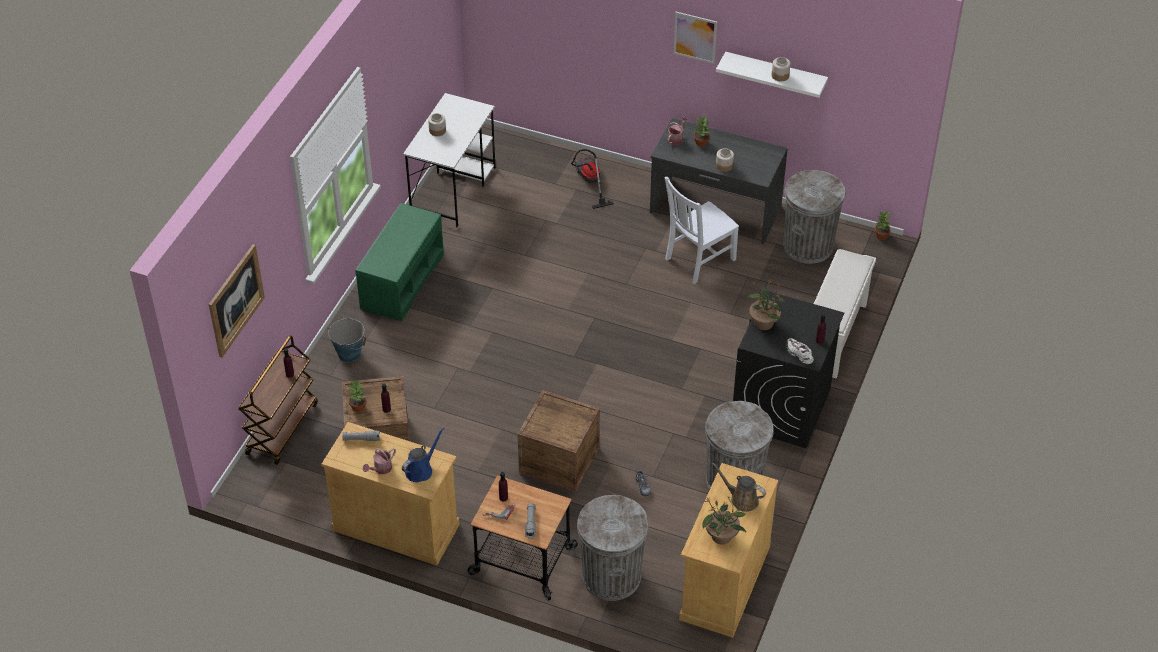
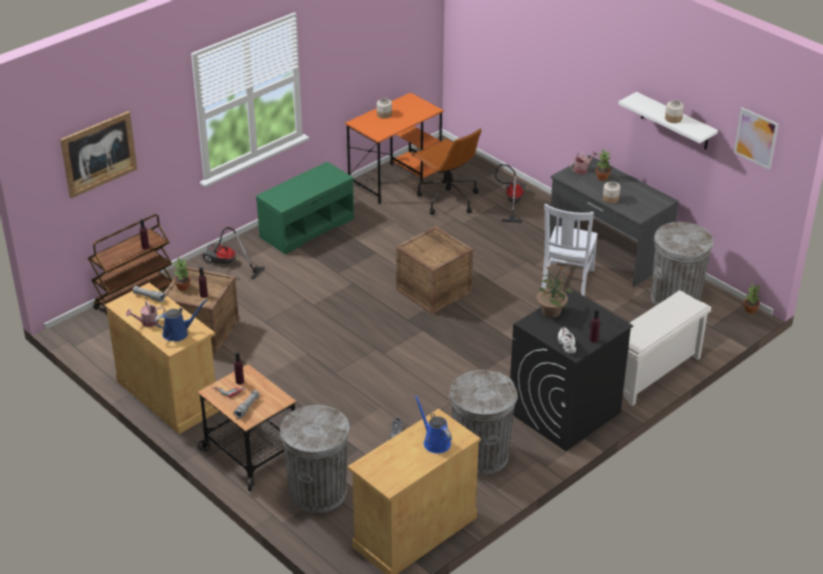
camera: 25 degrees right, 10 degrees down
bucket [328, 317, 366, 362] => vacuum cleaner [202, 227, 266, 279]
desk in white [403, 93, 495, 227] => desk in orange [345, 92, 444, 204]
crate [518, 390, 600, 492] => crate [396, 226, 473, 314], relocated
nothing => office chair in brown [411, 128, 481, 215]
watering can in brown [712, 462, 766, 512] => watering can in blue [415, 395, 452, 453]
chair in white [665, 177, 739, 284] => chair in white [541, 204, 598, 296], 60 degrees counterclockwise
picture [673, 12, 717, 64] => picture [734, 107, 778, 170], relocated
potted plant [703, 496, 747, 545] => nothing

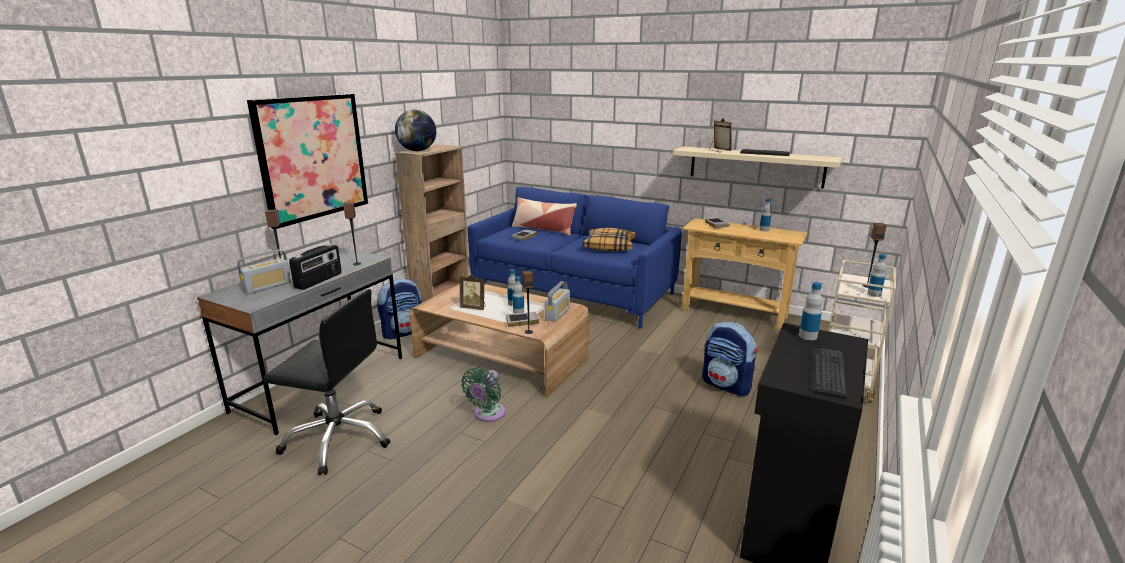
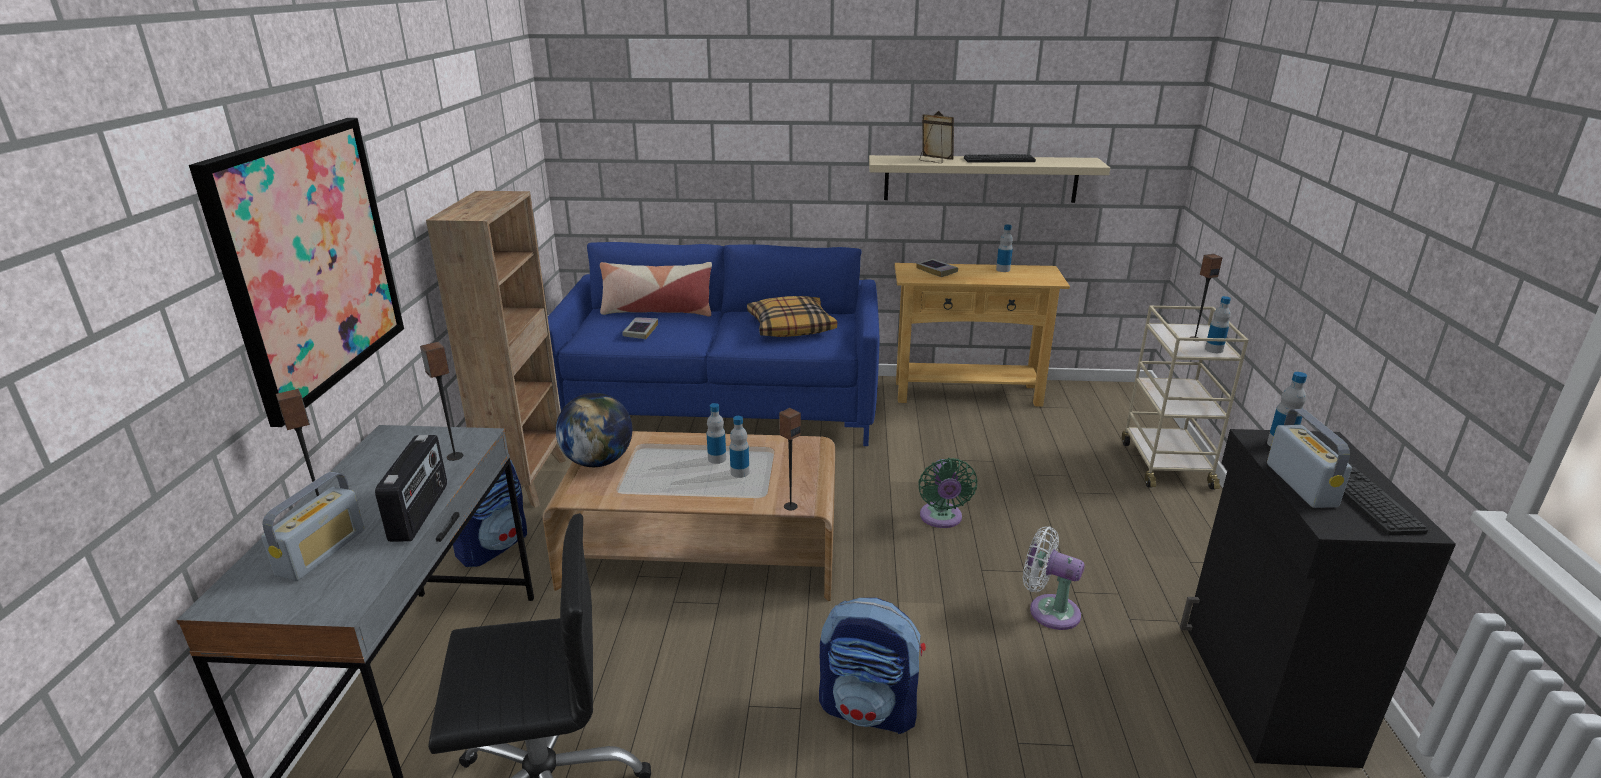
camera: 25 degrees left, 5 degrees up
globe [395, 110, 436, 151] => globe [556, 393, 632, 467], relocated
backpack [702, 322, 758, 396] => backpack [819, 598, 926, 734], relocated
fan in green [461, 368, 506, 422] => fan in green [918, 458, 977, 528], relocated
nothing => fan in white [1023, 526, 1085, 630]
radio [545, 281, 570, 322] => radio [1267, 409, 1352, 508], relocated
picture frame [460, 274, 486, 310] => nothing
book [506, 312, 539, 327] => nothing

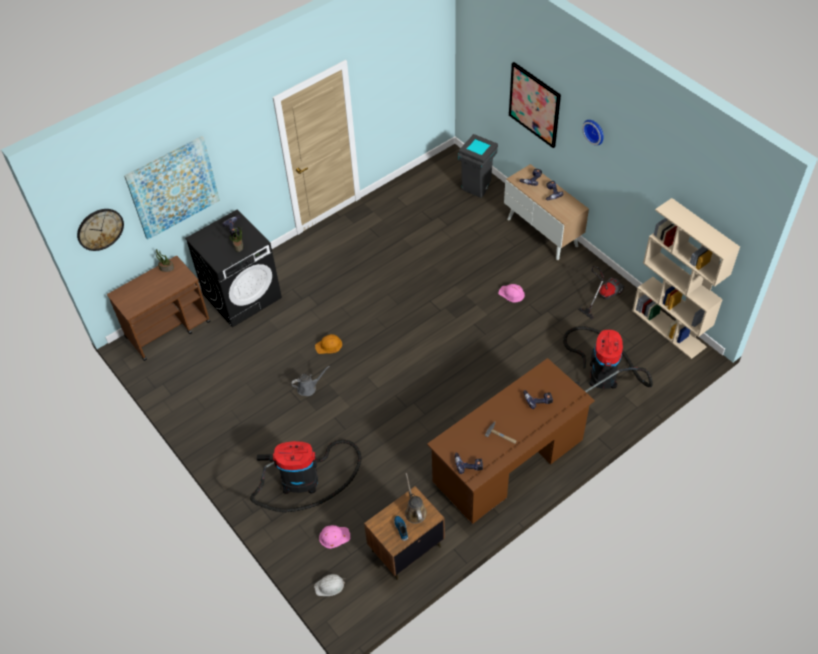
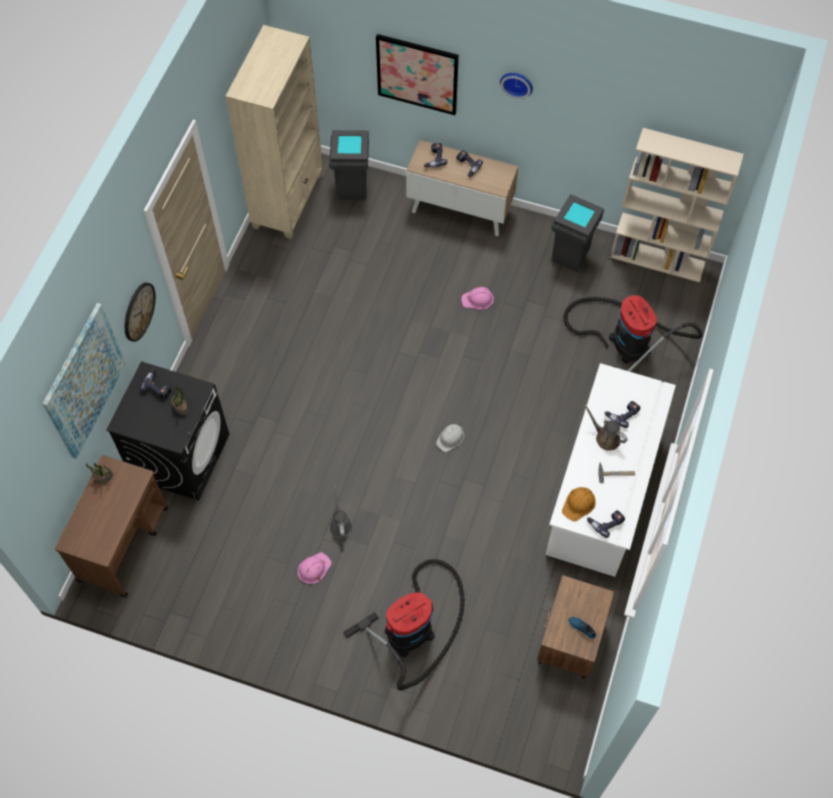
camera: 35 degrees left, 10 degrees up
wall clock [77, 209, 124, 251] => wall clock [125, 282, 156, 342], relocated
nothing => bookcase in beige [225, 25, 323, 239]
hard hat in pink [319, 525, 350, 549] => hard hat in pink [298, 553, 331, 584], relocated
watering can in grey [291, 366, 330, 396] => watering can in grey [329, 484, 353, 538], 45 degrees counterclockwise
hard hat in white [314, 574, 345, 596] => hard hat in white [436, 424, 464, 452], relocated
desk in brown [427, 358, 595, 524] => desk in white [545, 363, 676, 577]
vacuum cleaner [578, 266, 625, 319] => trash can in grey [551, 194, 604, 272]
hard hat in orange [315, 334, 342, 354] => hard hat in orange [562, 487, 596, 521], relocated
watering can in brown [405, 473, 427, 524] => watering can in brown [584, 404, 628, 451], relocated

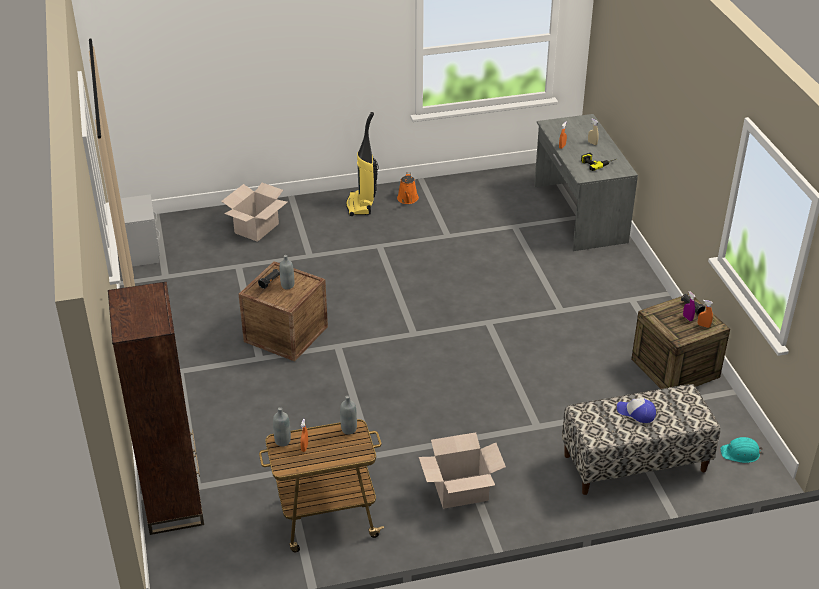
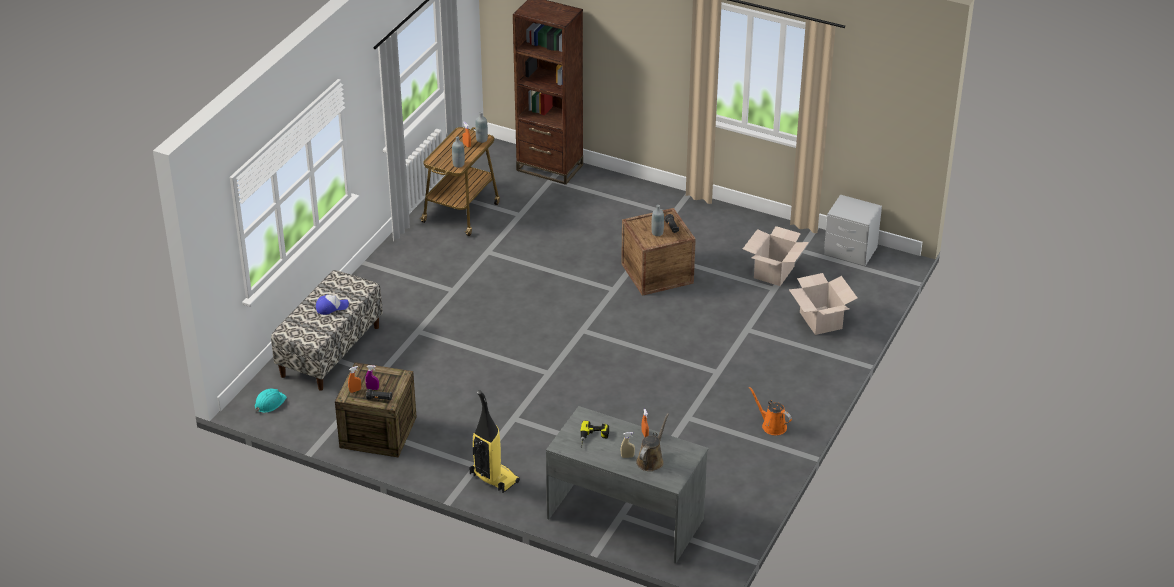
camera: 130 degrees right, 0 degrees up
vacuum cleaner [346, 112, 379, 216] => vacuum cleaner [470, 390, 520, 493], relocated
nothing => watering can in brown [636, 413, 669, 471]
cardboard box [419, 432, 506, 509] => cardboard box [743, 226, 809, 286], relocated

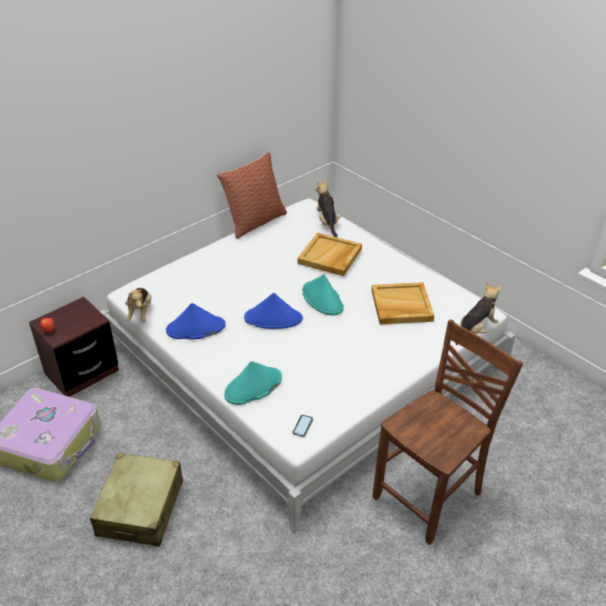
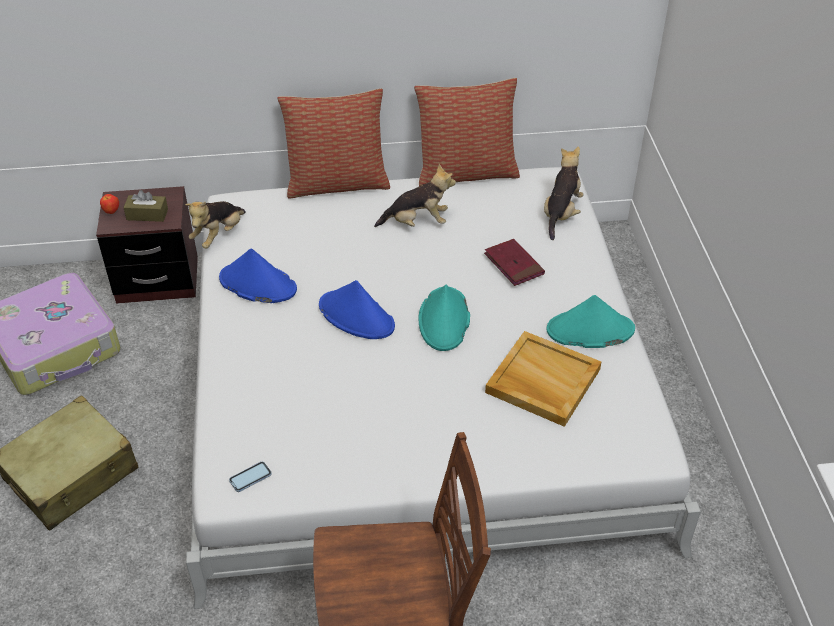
camera: 35 degrees right, 5 degrees up
nothing => tissue box in brown [123, 190, 168, 222]
nothing => pillow [277, 88, 390, 199]
plush toy [455, 283, 501, 345] => plush toy [374, 164, 456, 227], relocated
tray in beige [297, 233, 362, 276] => book in red [484, 239, 545, 286]
hat in turquoise [224, 361, 282, 405] => hat in turquoise [546, 295, 635, 348], relocated

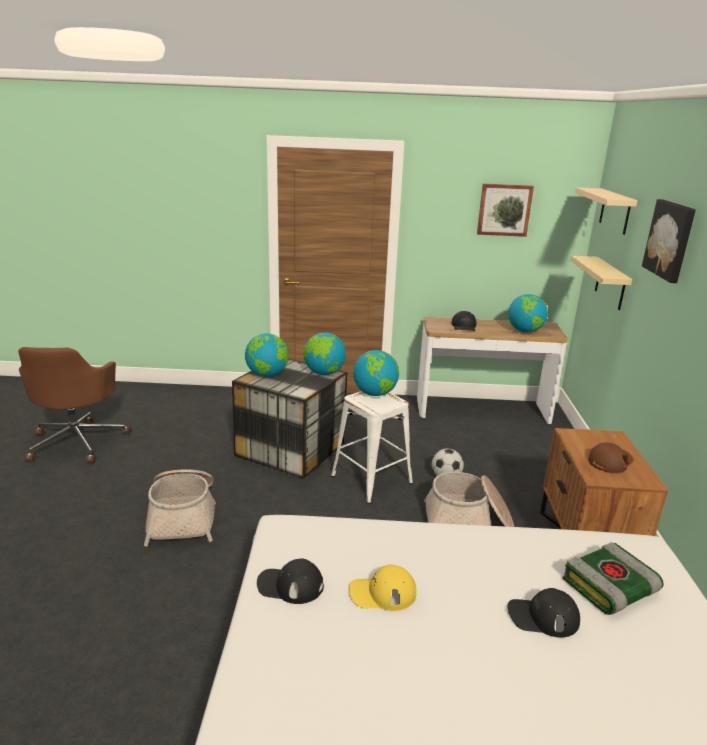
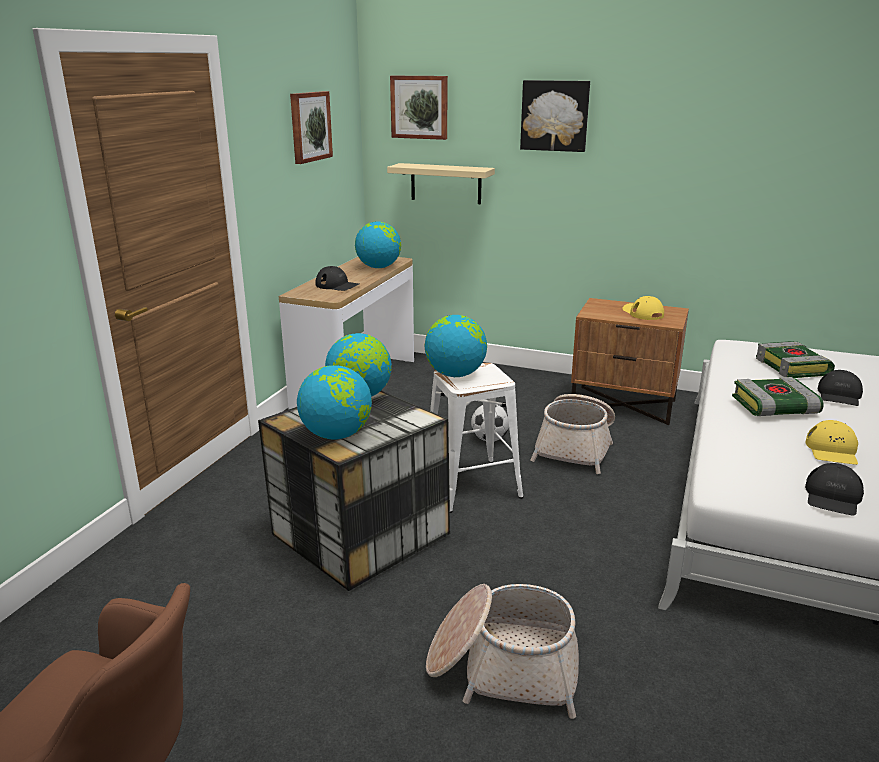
camera: 70 degrees left, 0 degrees up
shelf in beige [575, 187, 638, 235] => picture [390, 76, 448, 140]
cap in brown [588, 442, 633, 473] => cap in yellow [622, 296, 664, 320]
nothing => book [732, 377, 824, 416]

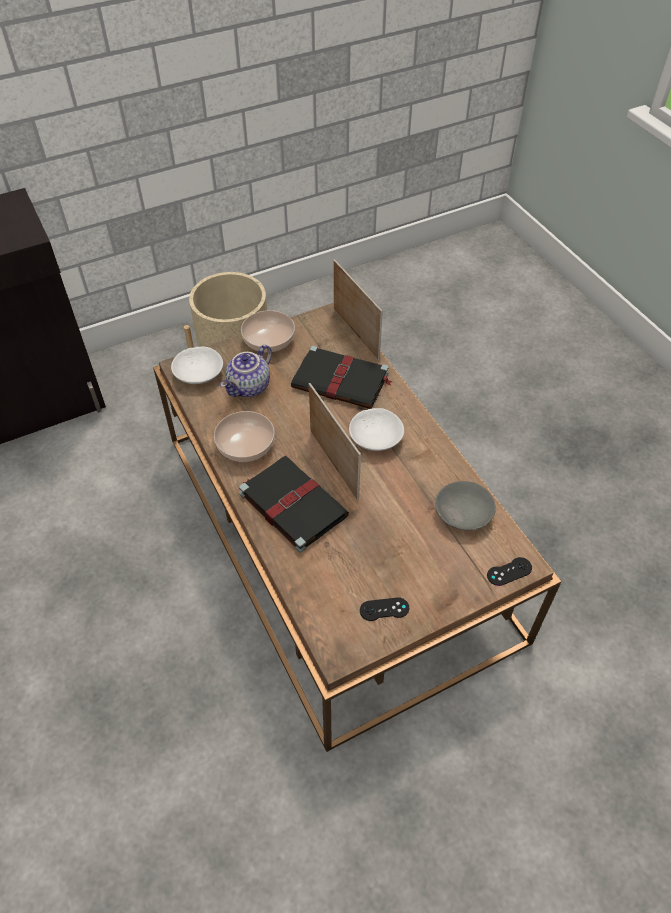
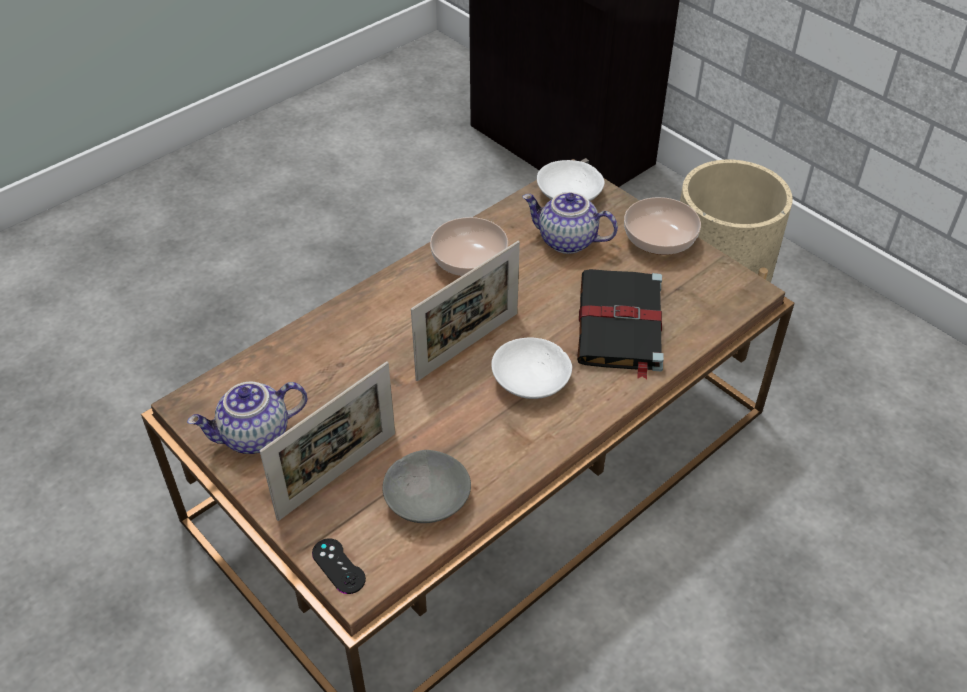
camera: 75 degrees right, 5 degrees down
game controller in black [360, 597, 409, 621] => teapot [187, 382, 307, 454]
picture frame [334, 259, 383, 360] => picture frame [260, 361, 395, 521], relocated
book in black [239, 456, 349, 553] => nothing

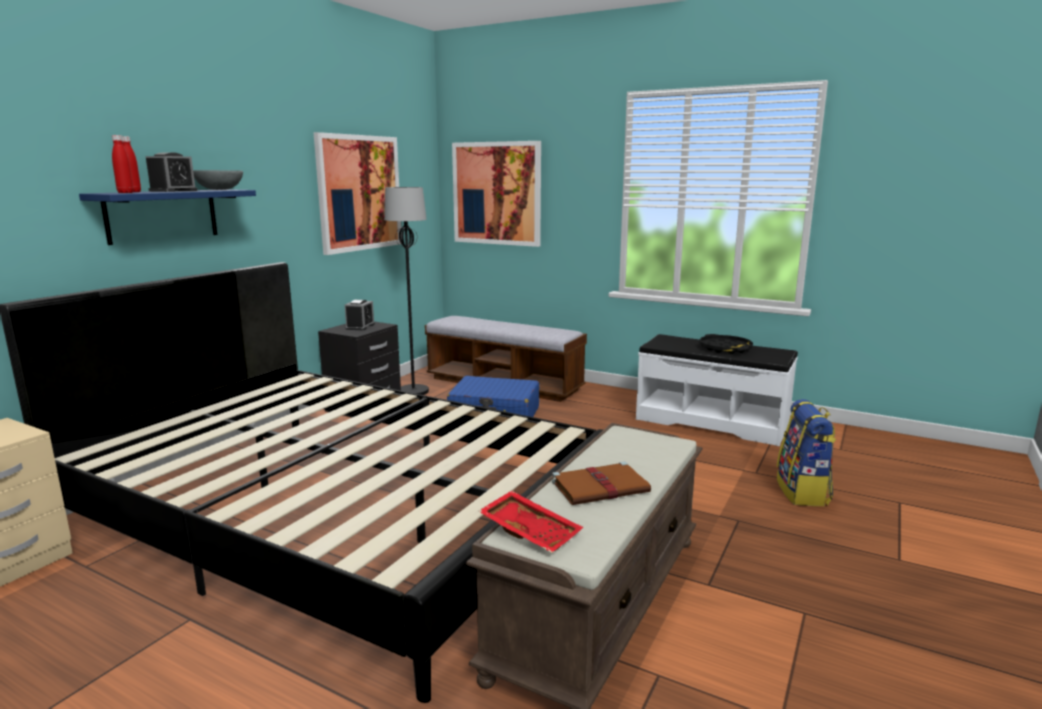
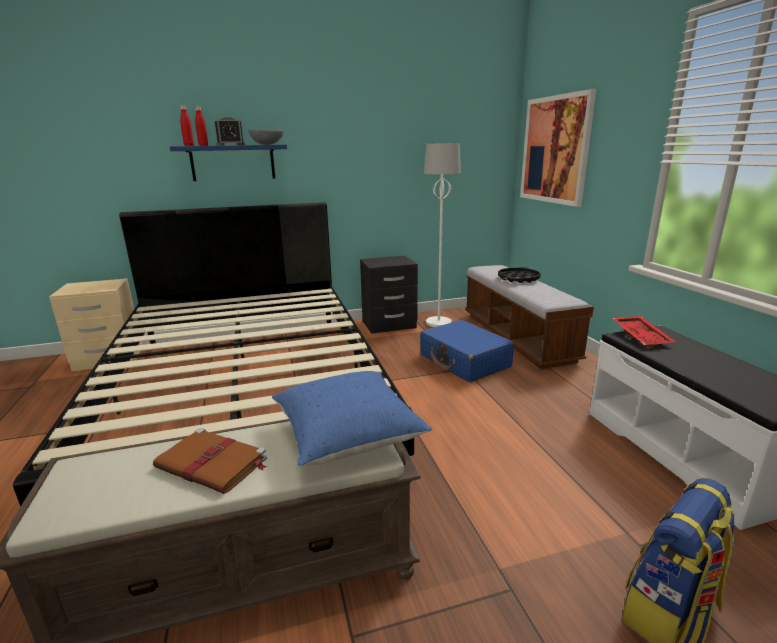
camera: 45 degrees right, 5 degrees up
nothing => pillow in blue [272, 371, 432, 466]
floor lamp in black [384, 187, 429, 395] => floor lamp in white [424, 143, 461, 327]
tray in black [699, 334, 753, 354] => tray in black [498, 267, 541, 283], relocated
tray in red [478, 491, 583, 553] => tray in red [612, 316, 676, 347], relocated
picture [313, 132, 402, 255] => nothing
alarm clock [345, 300, 375, 331] => nothing

